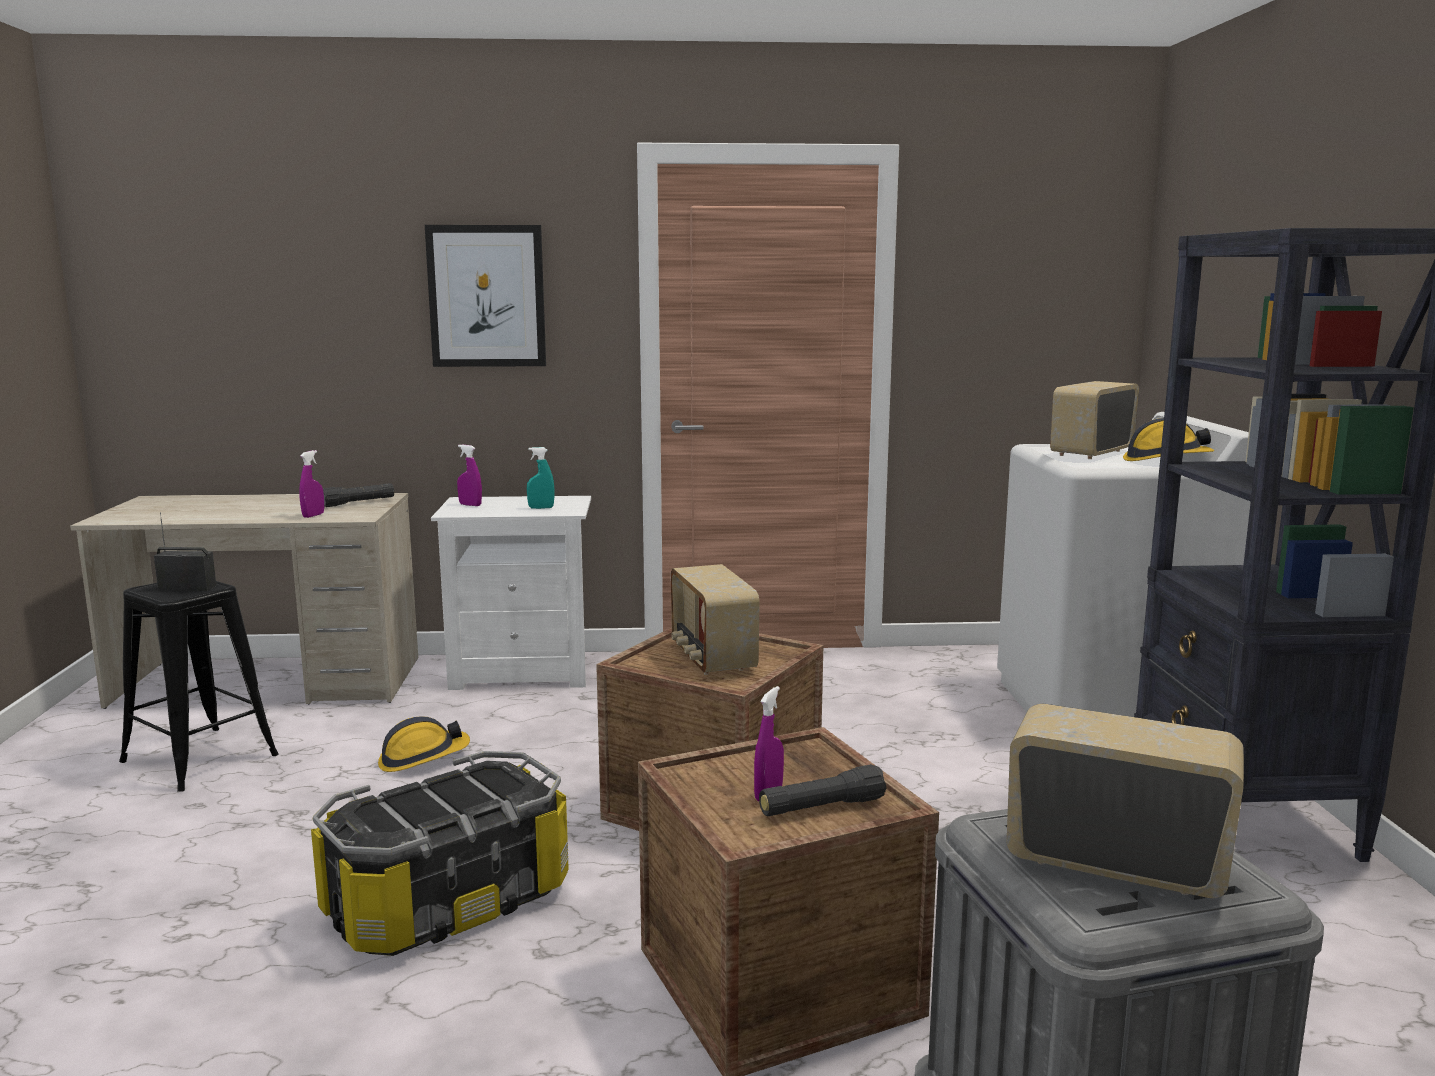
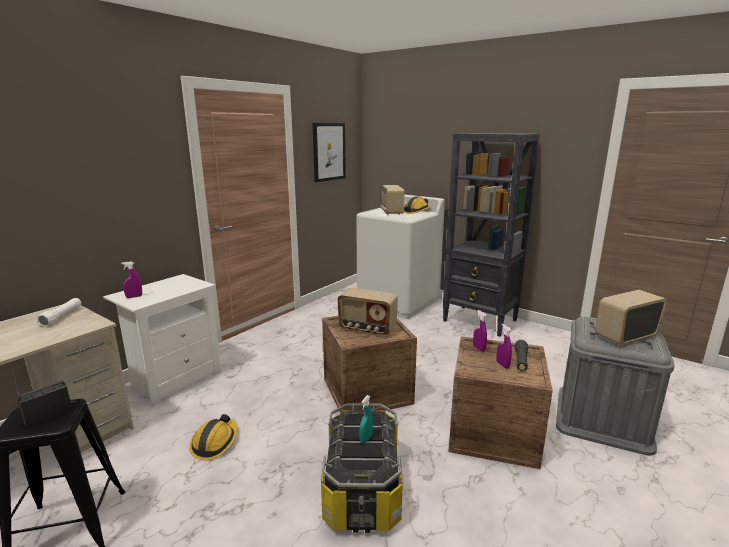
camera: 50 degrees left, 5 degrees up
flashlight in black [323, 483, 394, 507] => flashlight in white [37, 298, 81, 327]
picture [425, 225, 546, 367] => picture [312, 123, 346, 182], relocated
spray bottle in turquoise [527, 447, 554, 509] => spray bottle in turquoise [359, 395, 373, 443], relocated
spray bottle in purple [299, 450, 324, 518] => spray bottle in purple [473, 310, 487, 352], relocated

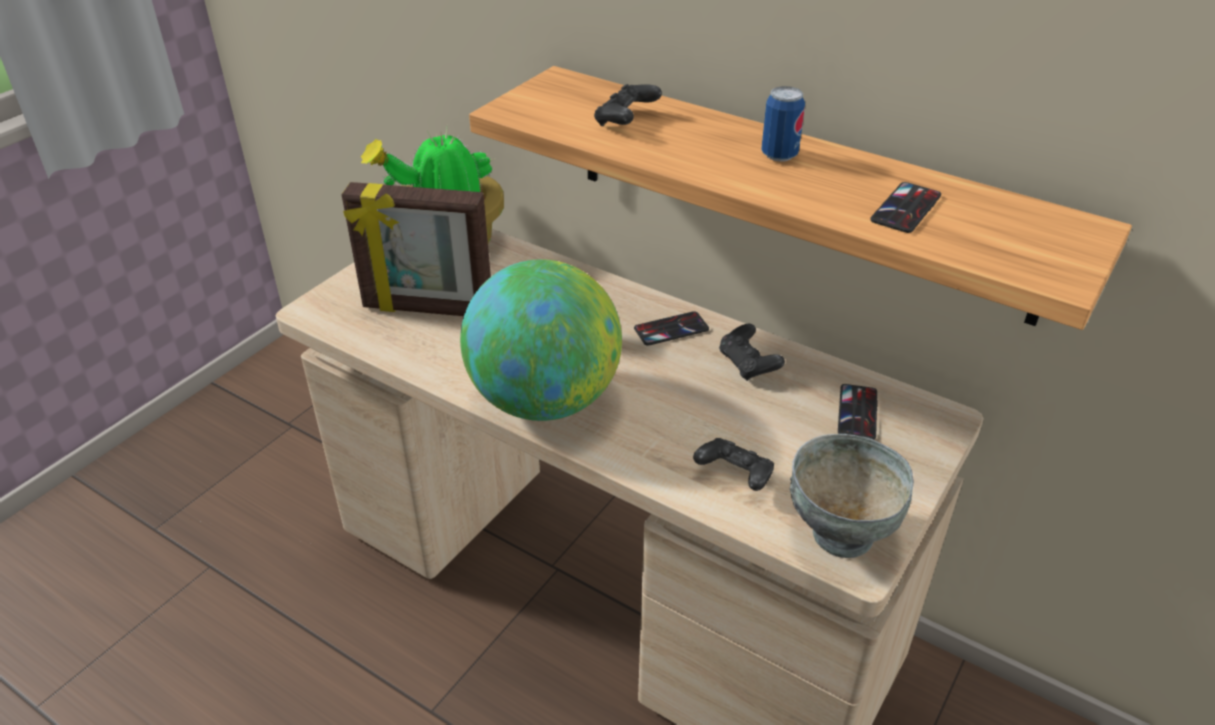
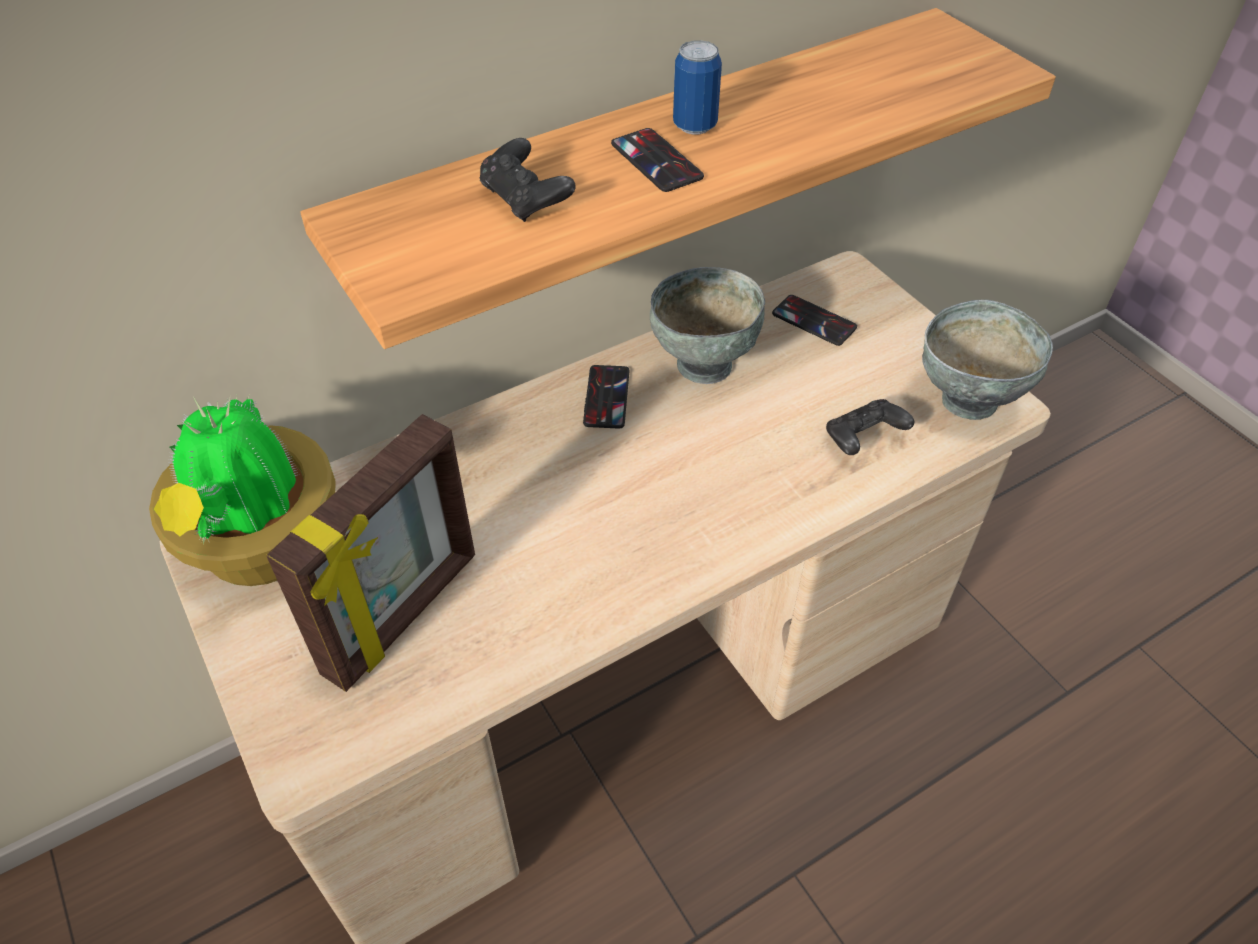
camera: 65 degrees left, 10 degrees up
phone [870, 182, 941, 233] => phone [611, 128, 704, 192], relocated
game controller in black [719, 324, 785, 381] => bowl in grey [650, 267, 765, 384]
globe [460, 259, 622, 421] => nothing

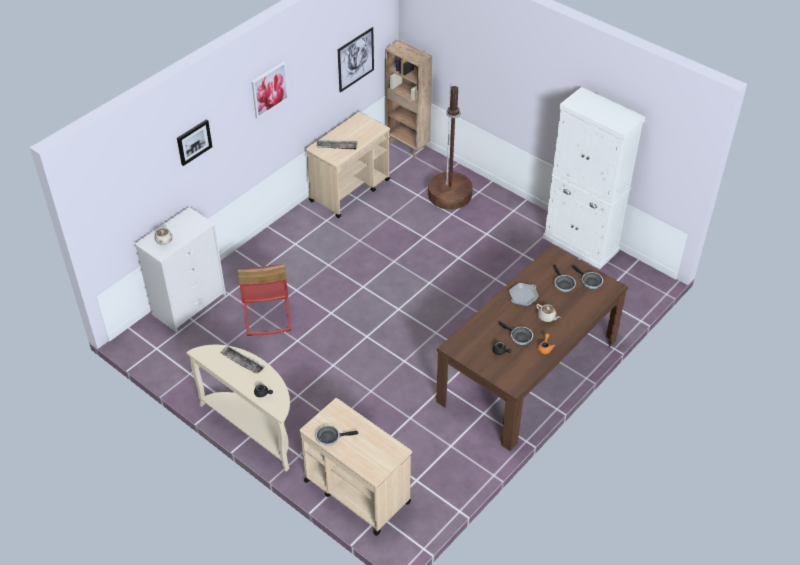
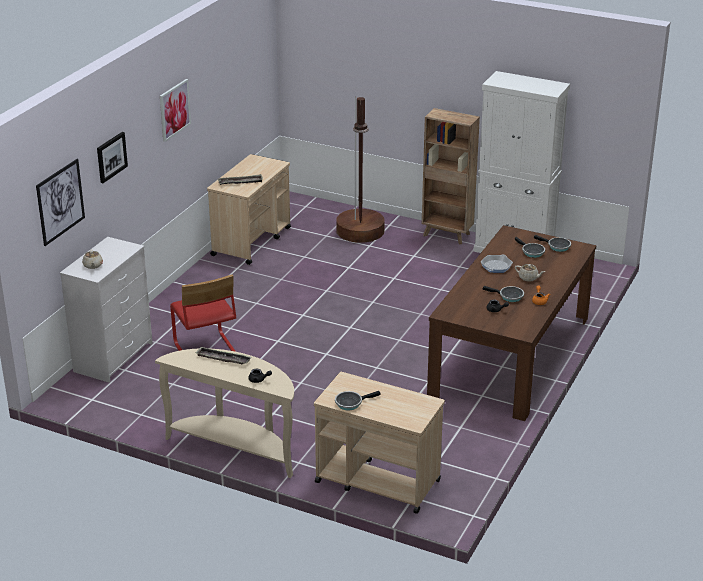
camera: 15 degrees left, 15 degrees down
picture [337, 27, 374, 92] => picture [36, 159, 85, 246], relocated
bookcase in brown [385, 40, 432, 158] => bookcase in brown [422, 108, 480, 244], relocated

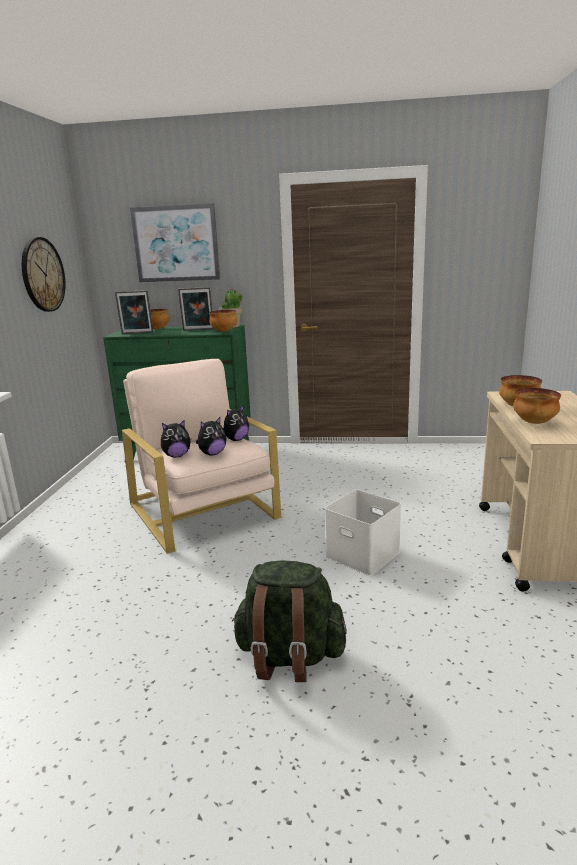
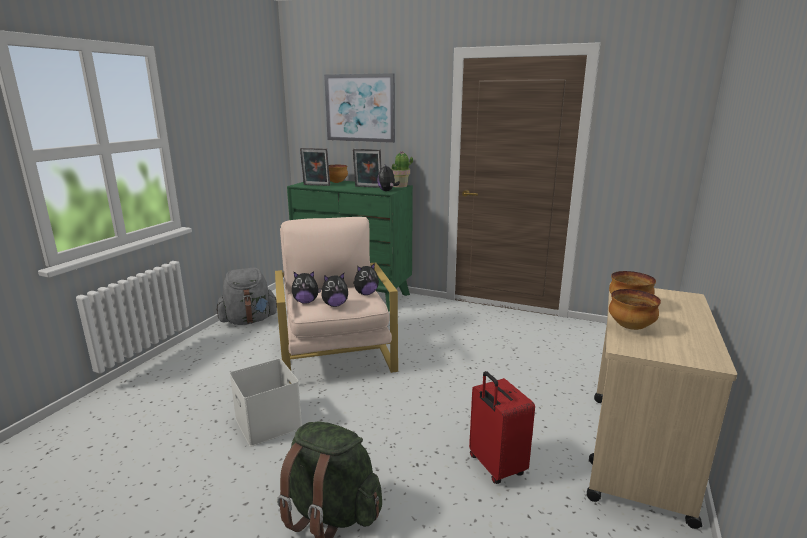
camera: 15 degrees right, 0 degrees up
nothing => backpack in grey [217, 268, 277, 325]
storage box in white [325, 489, 401, 576] => storage box in white [230, 359, 302, 447], relocated
bowl [209, 310, 237, 332] => plush toy [377, 165, 400, 191]
nothing => suitcase in red [469, 371, 535, 484]
wall clock [22, 237, 65, 312] => nothing

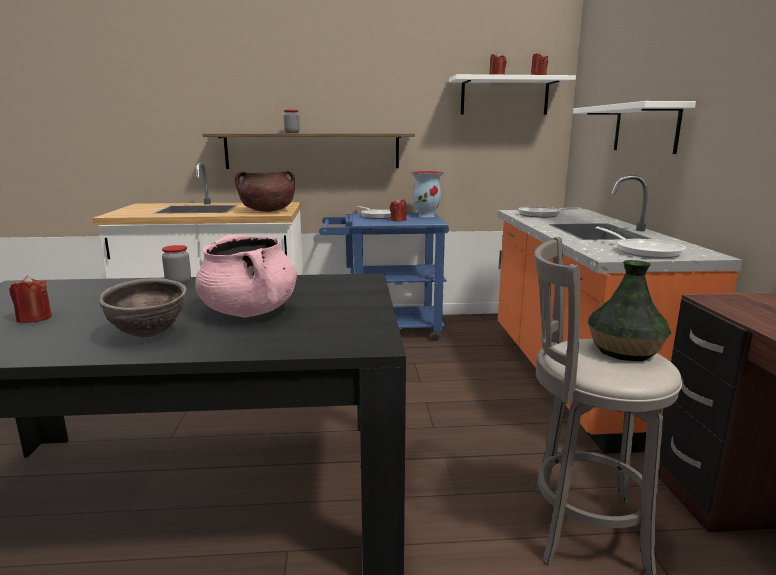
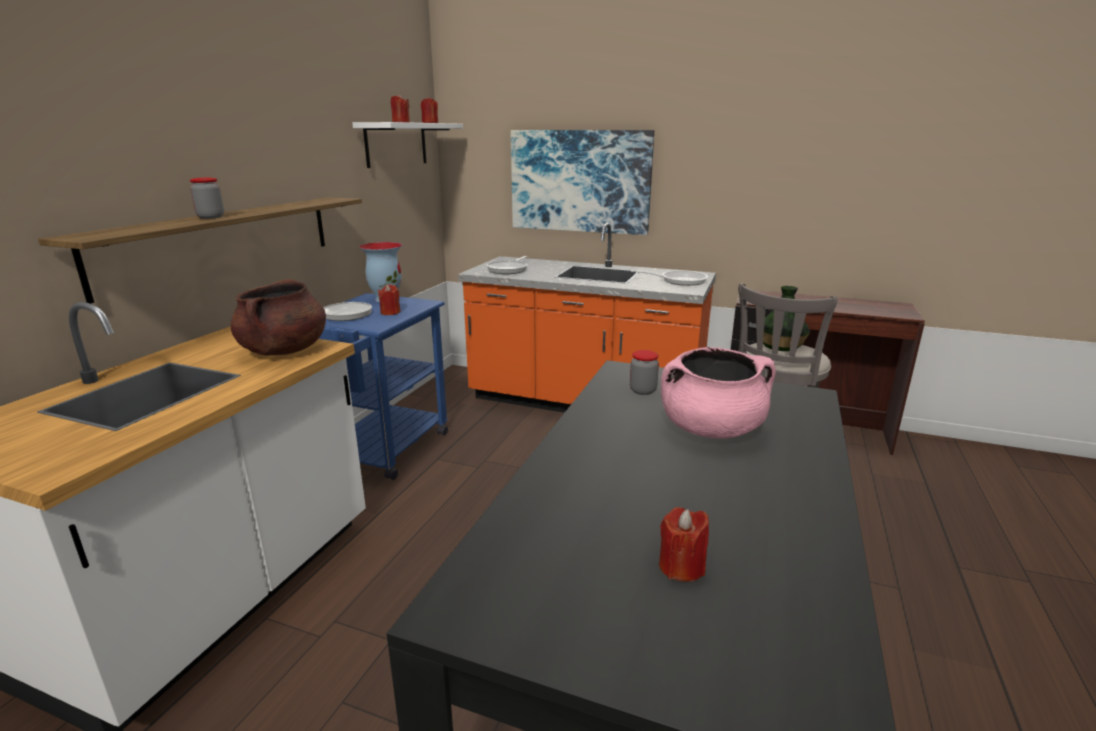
camera: 65 degrees left, 5 degrees up
shelf in white [573, 101, 696, 154] => picture [511, 130, 654, 235]
jar [162, 245, 191, 284] => jar [630, 350, 659, 395], relocated
bowl in brown [99, 278, 187, 338] => nothing

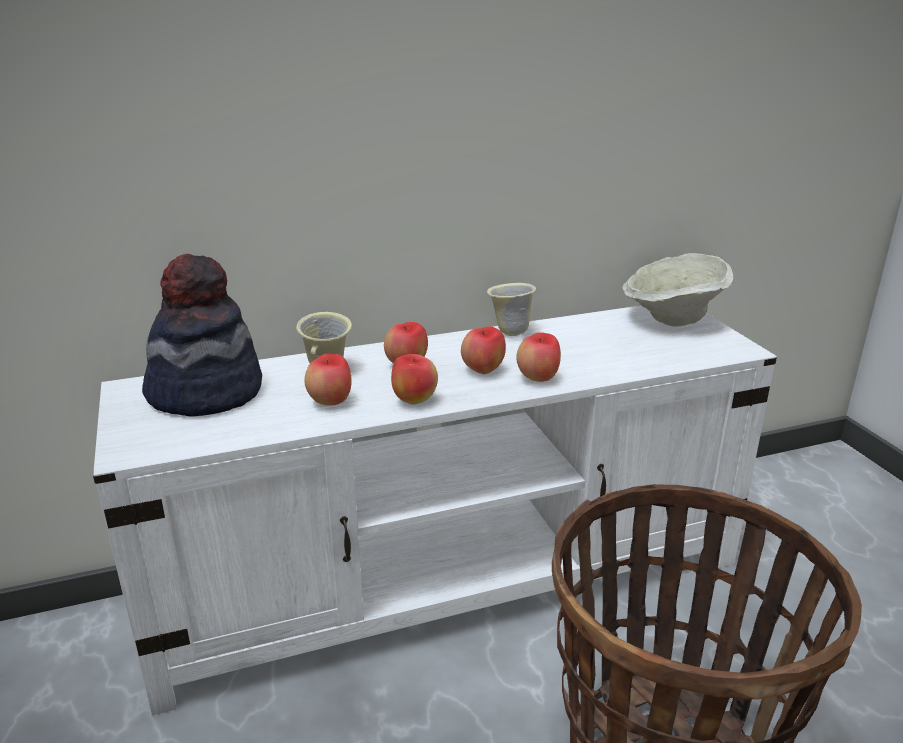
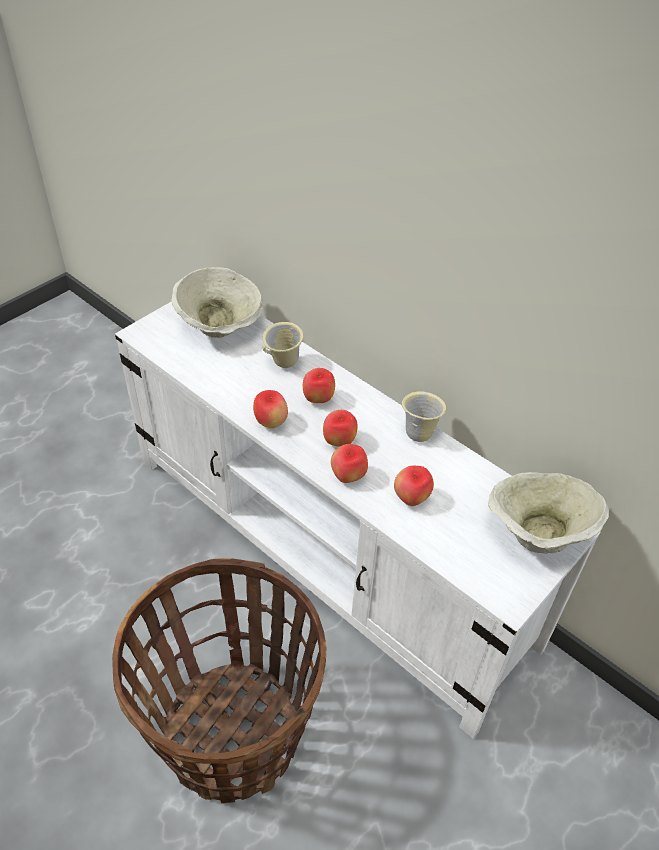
camera: 60 degrees right, 20 degrees up
hat [142, 254, 262, 417] => bowl in beige [171, 267, 264, 338]
apple [304, 354, 352, 406] => apple [394, 466, 434, 506], relocated

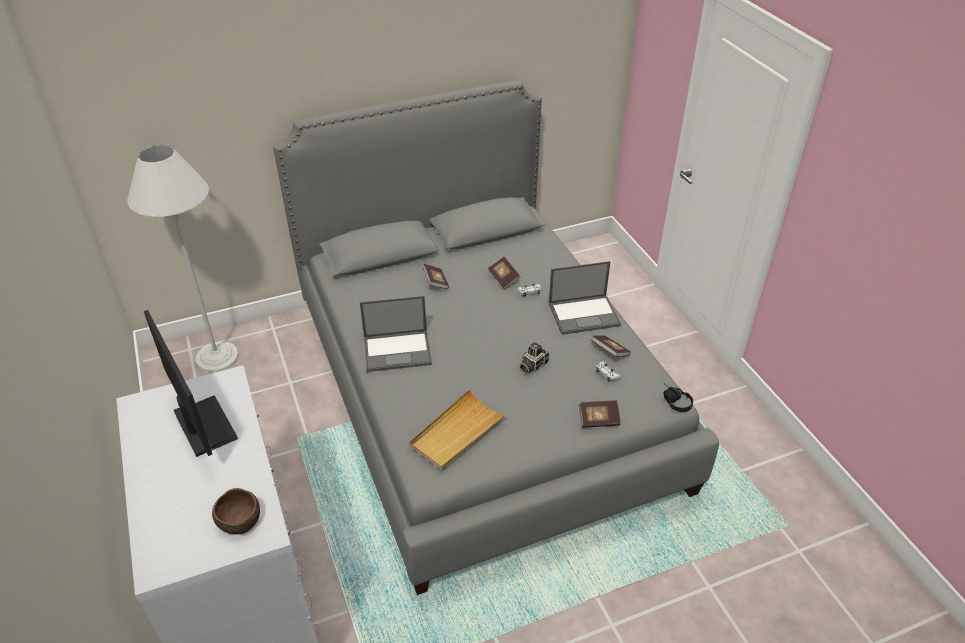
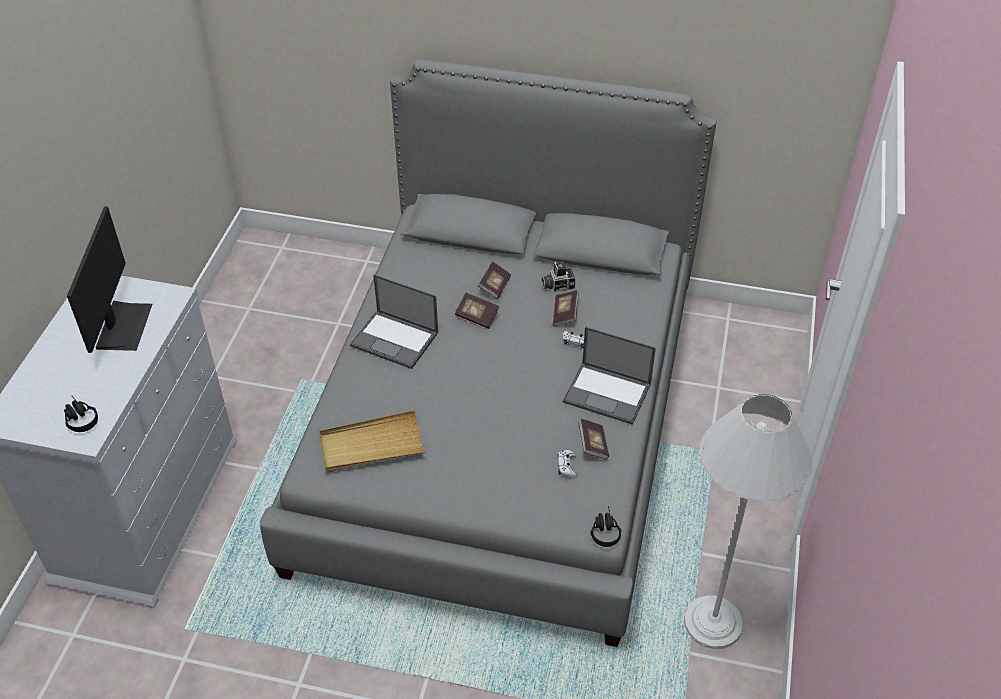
camera: 35 degrees right, 5 degrees up
bowl in brown [212, 488, 260, 534] => headphones in black [64, 396, 98, 432]
book [579, 400, 621, 428] => book [455, 293, 499, 329], relocated
photo camera [519, 342, 549, 374] => photo camera [542, 262, 576, 292], relocated
floor lamp in white [127, 144, 239, 373] => floor lamp in white [684, 394, 813, 649], relocated

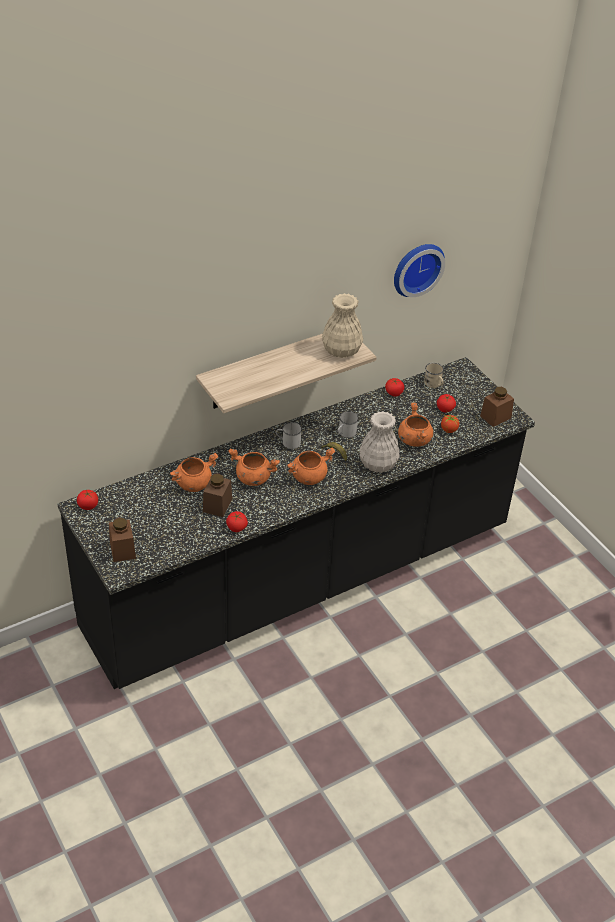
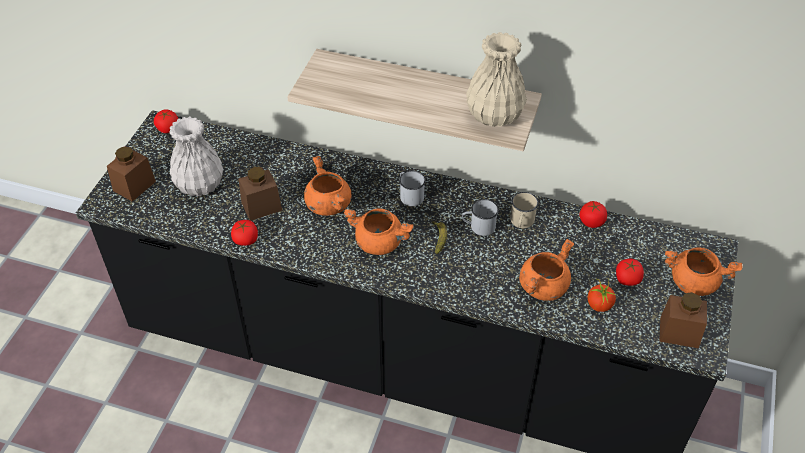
camera: 50 degrees right, 5 degrees up
vase in white [359, 411, 400, 473] => vase in white [170, 117, 223, 197], relocated
mug in beige [424, 363, 444, 388] => mug in beige [510, 192, 539, 228], relocated
cooking pot in orange [170, 453, 218, 492] => cooking pot in orange [665, 247, 742, 296], relocated
wall clock [394, 244, 445, 297] => nothing

